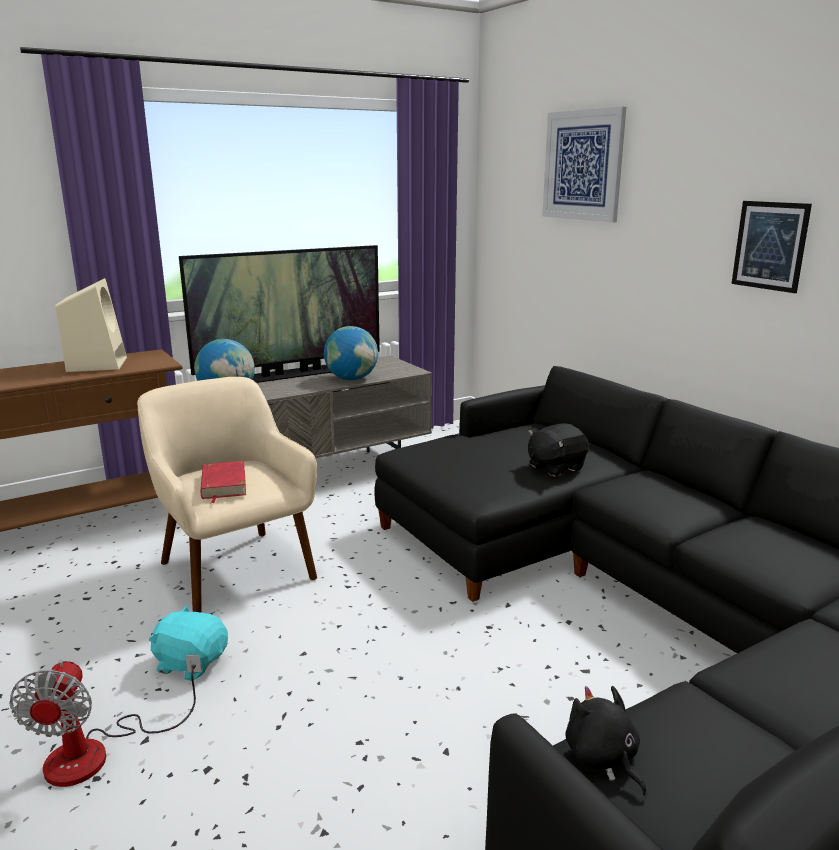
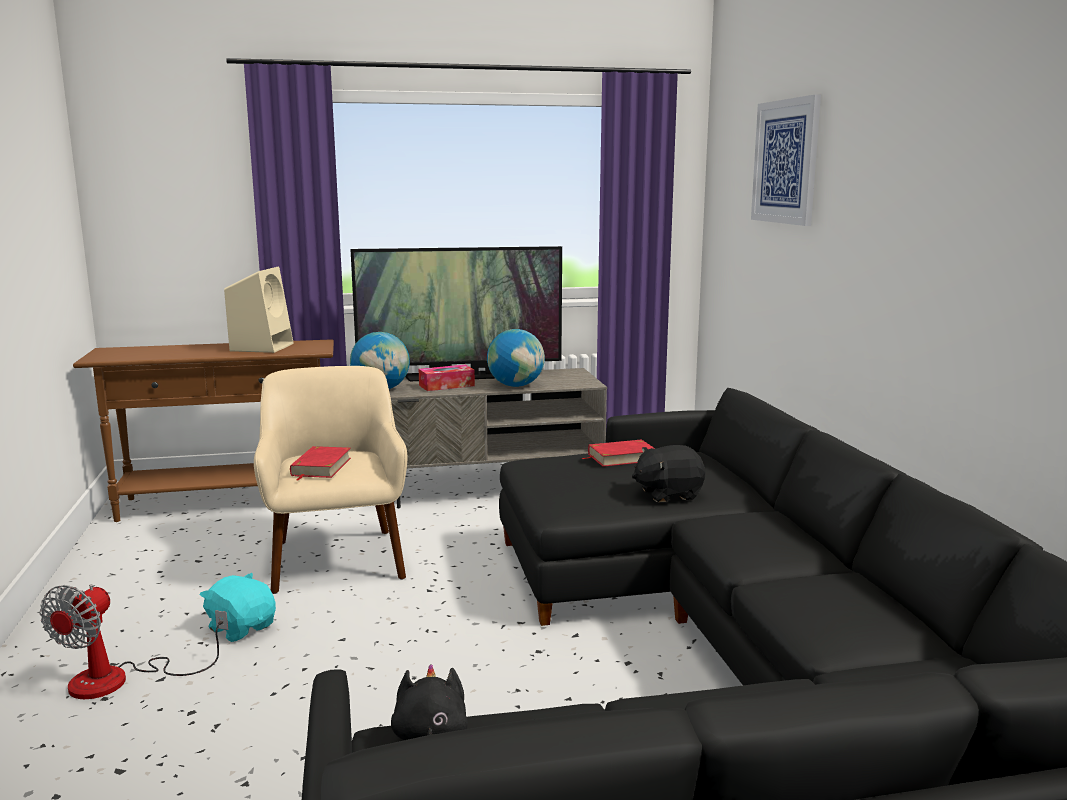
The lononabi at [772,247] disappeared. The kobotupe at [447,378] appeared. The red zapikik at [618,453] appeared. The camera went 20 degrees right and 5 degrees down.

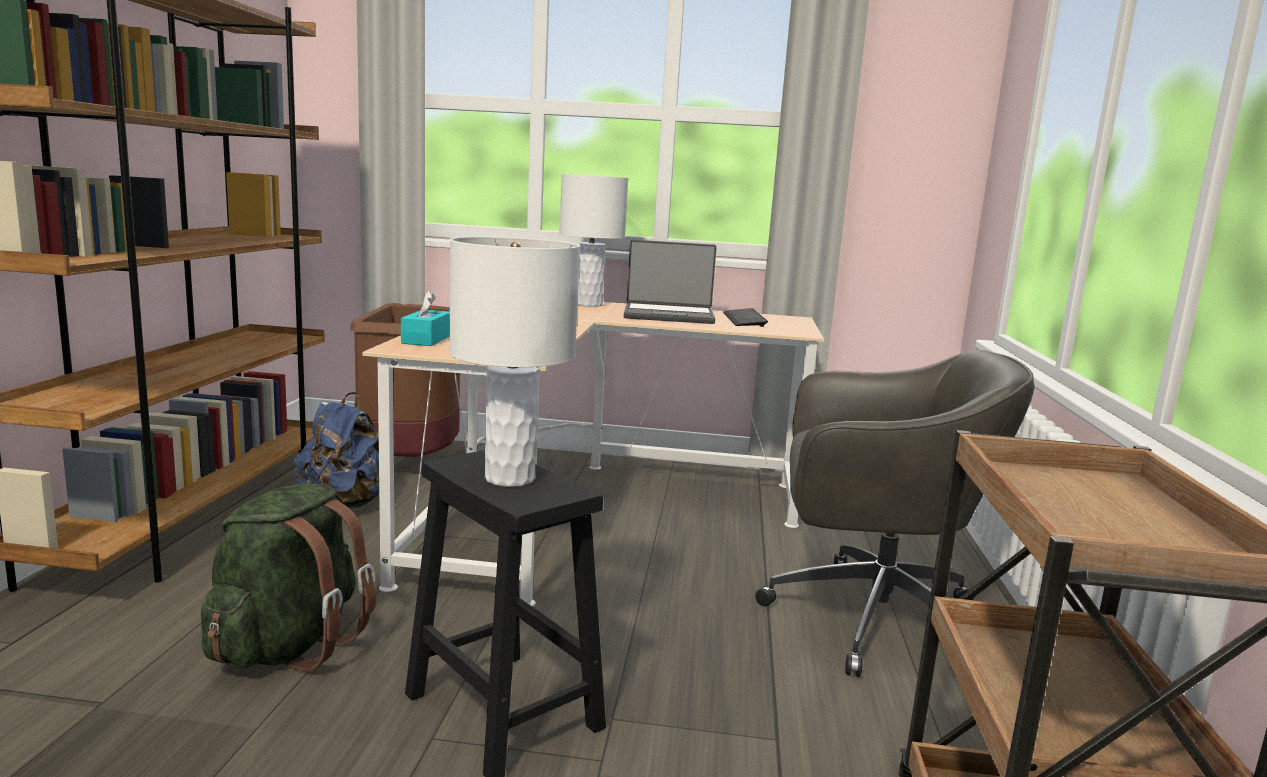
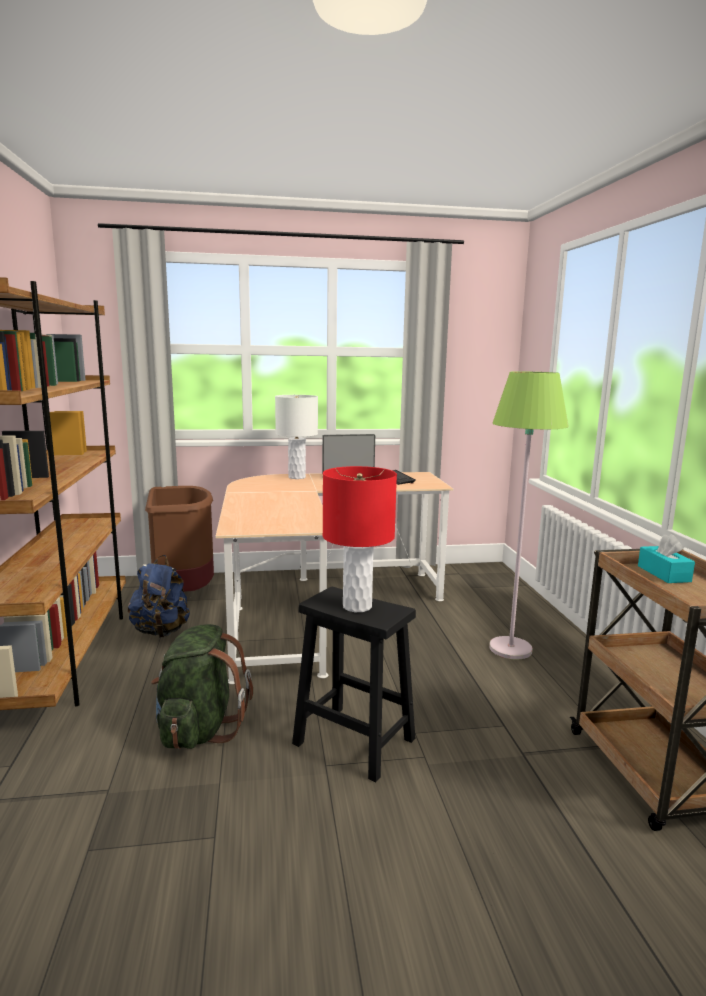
The turquoise kobotupe moved from [425,318] to [666,558]. The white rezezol at [514,362] became the red rezezol at [360,539]. The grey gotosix at [895,513] was replaced by the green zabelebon at [529,515]. The camera went 15 degrees left and 0 degrees up.

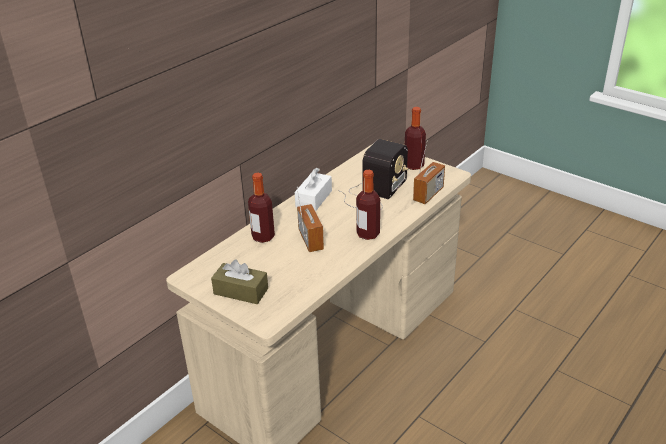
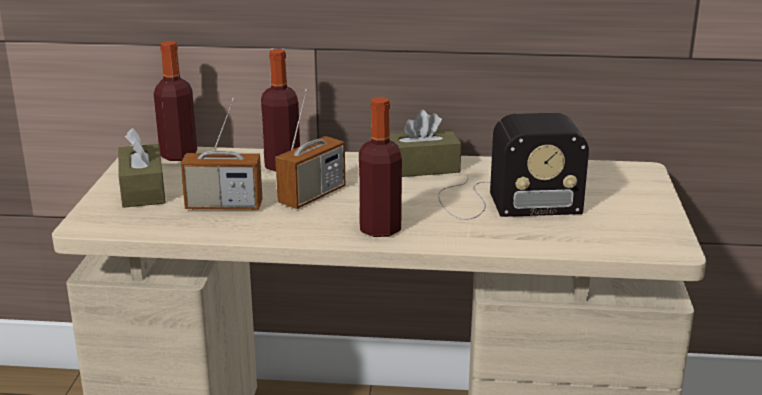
The white kobotupe at [313,190] became the brown kobotupe at [425,143]. The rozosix moved from [415,138] to [175,101]. The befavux moved from [429,172] to [221,154]. The camera went 55 degrees right and 10 degrees down.

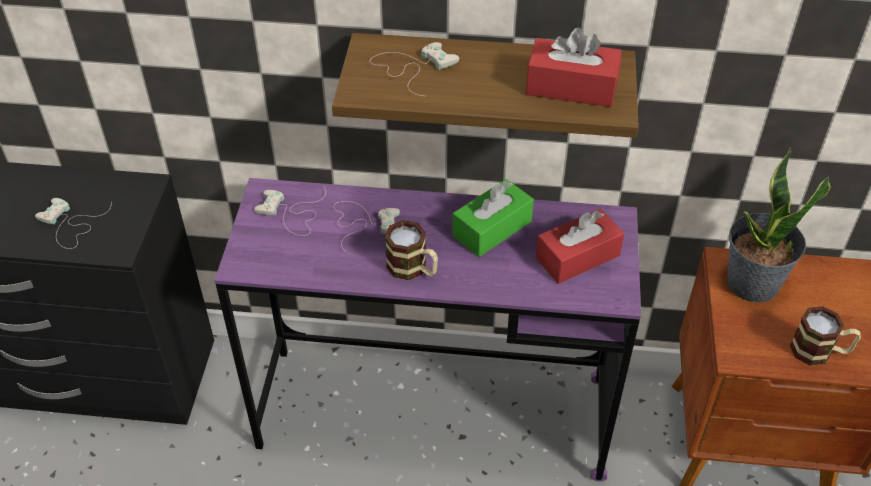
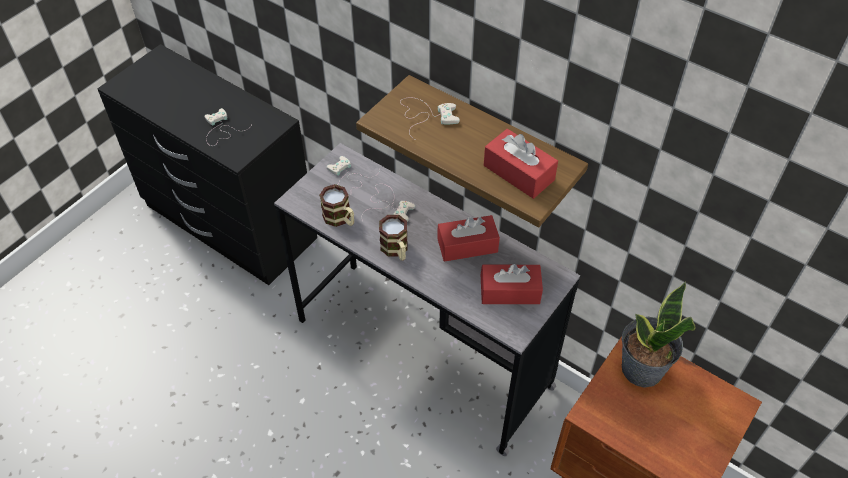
The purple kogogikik at [427,329] became the grey kogogikik at [427,299]. The green kobotupe at [493,218] became the red kobotupe at [468,238]. The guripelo moved from [825,336] to [336,205]. The camera went 30 degrees right and 5 degrees up.

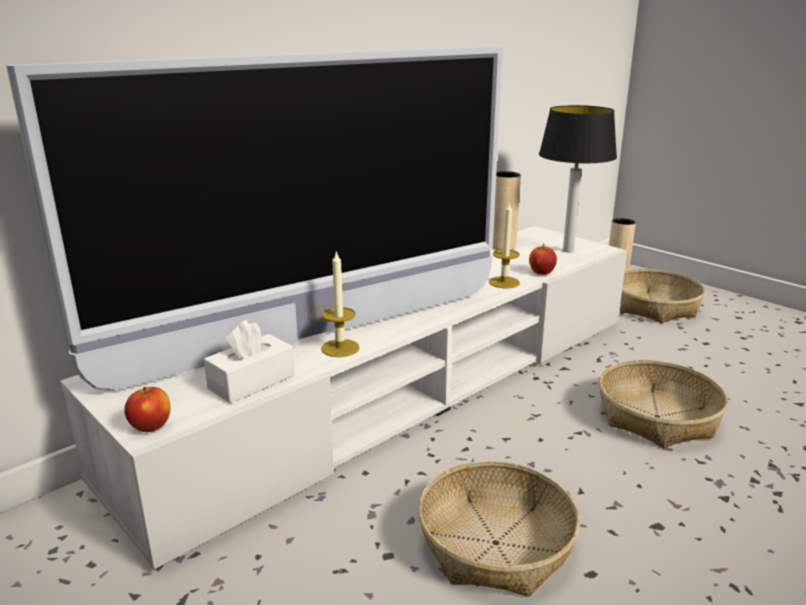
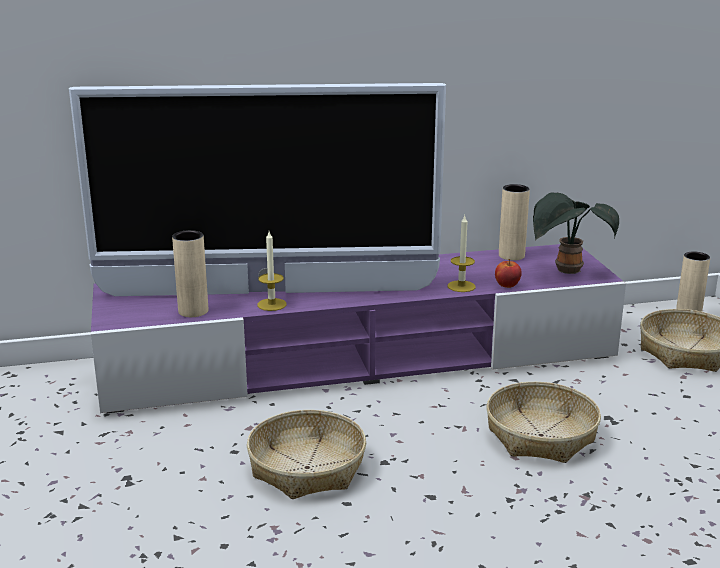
The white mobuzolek at [343,397] became the purple mobuzolek at [358,328]. The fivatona at [147,409] disappeared. The white kobotupe at [249,362] was replaced by the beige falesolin at [190,273]. The rezezol at [578,179] was replaced by the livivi at [576,233]. The camera went 30 degrees right and 0 degrees up.

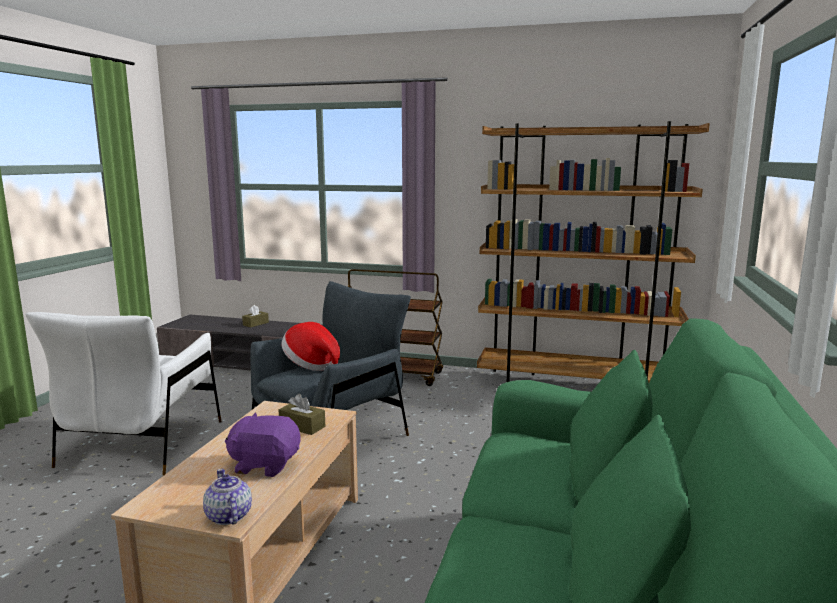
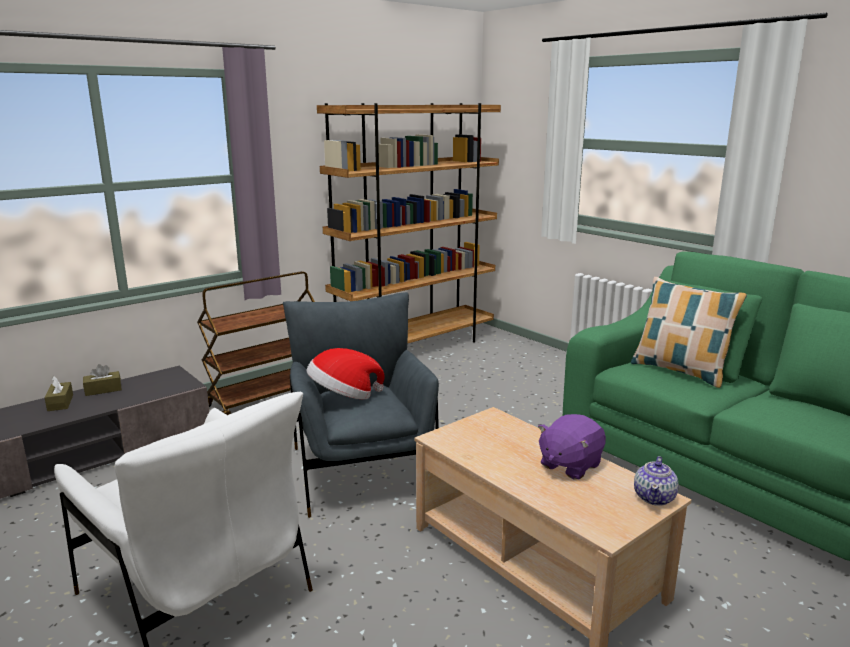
The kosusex at [227,497] turned 75 degrees counterclockwise. The brown kobotupe moved from [302,414] to [102,380]. The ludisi at [689,332] appeared. The camera went 55 degrees left and 5 degrees up.

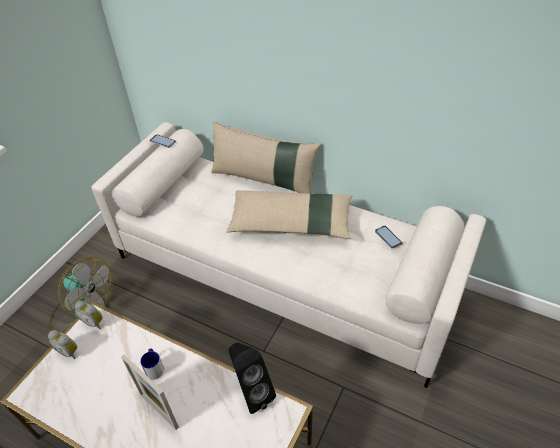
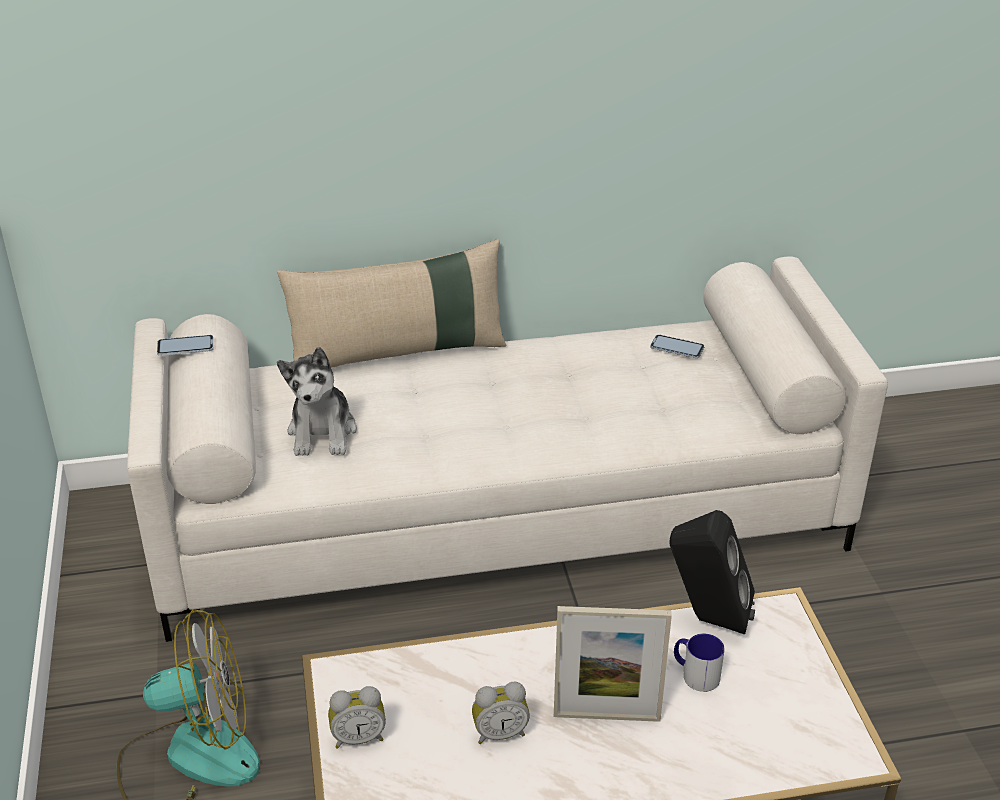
The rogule moved from [89,315] to [501,713]. The guripelo moved from [152,364] to [699,663]. The beige ludisi at [289,214] disappeared. The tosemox at [317,401] appeared. The camera went 40 degrees left and 10 degrees down.

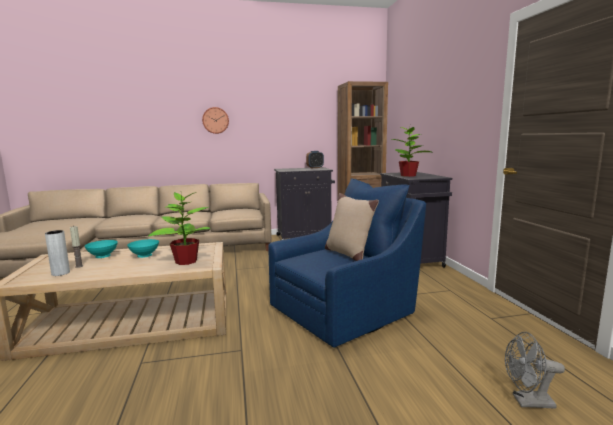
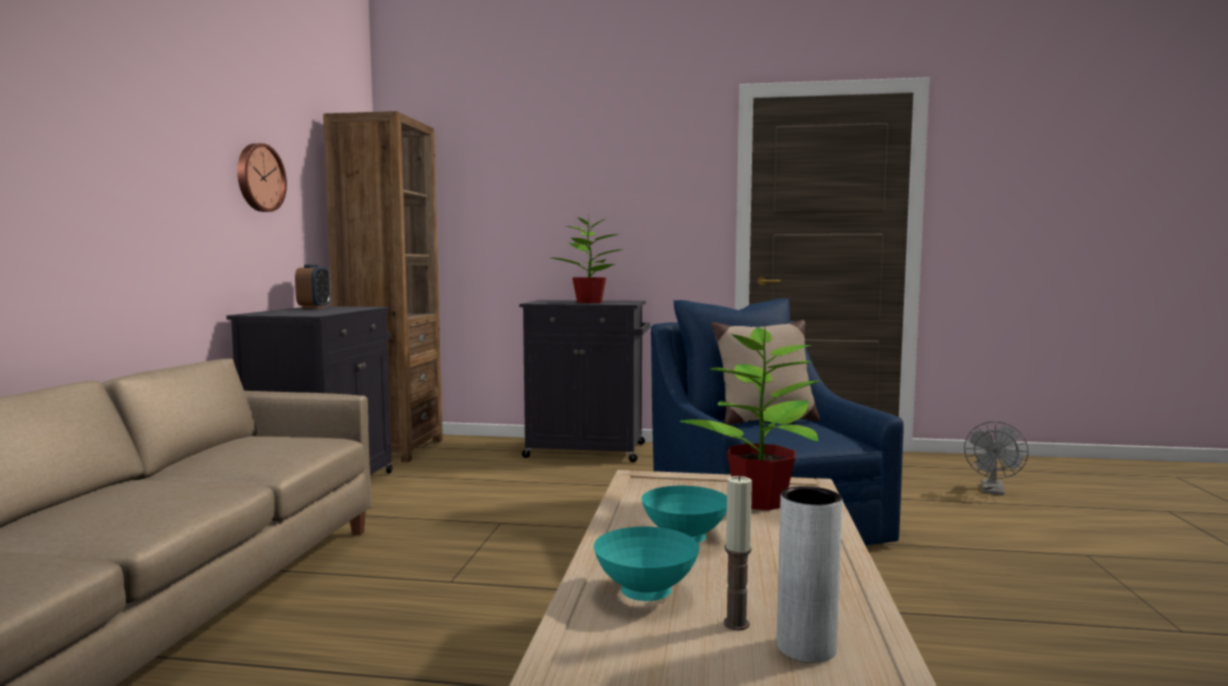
The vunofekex moved from [215,120] to [262,177]. The camera went 70 degrees left and 5 degrees down.

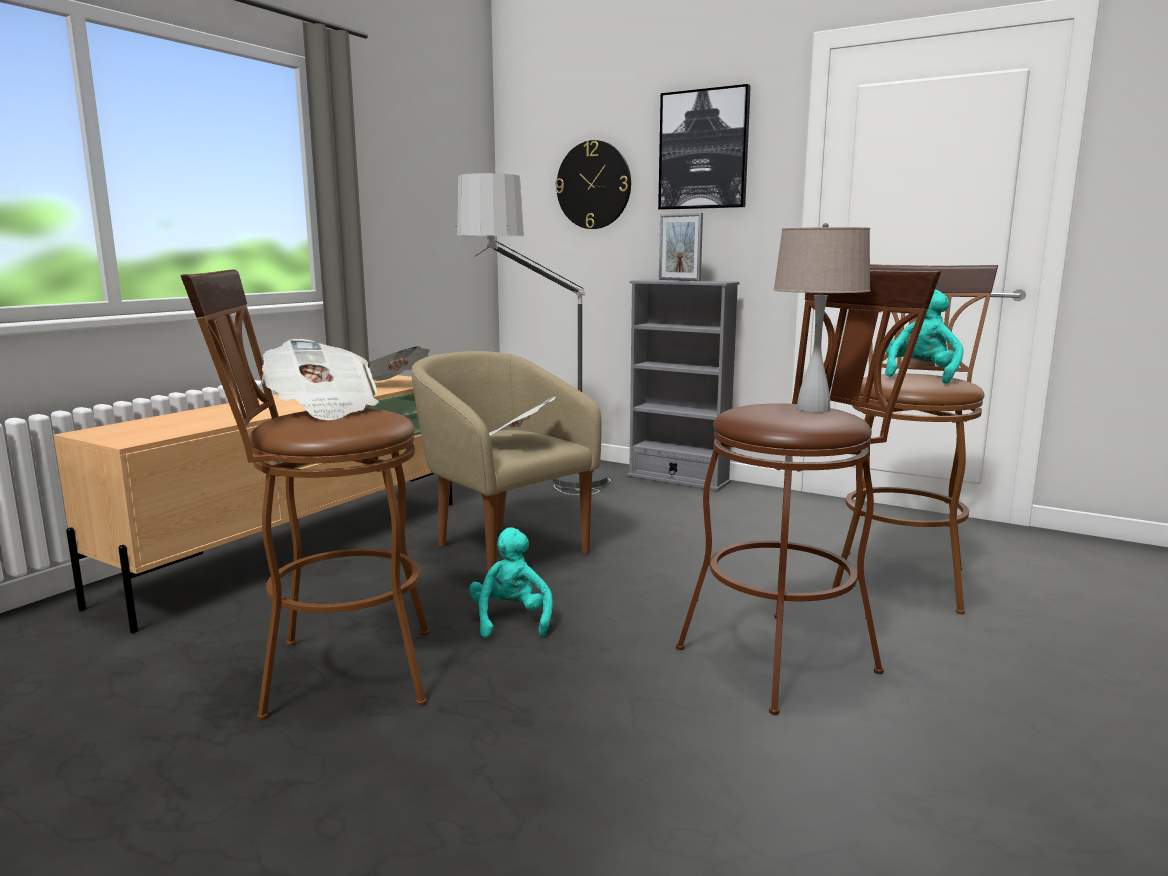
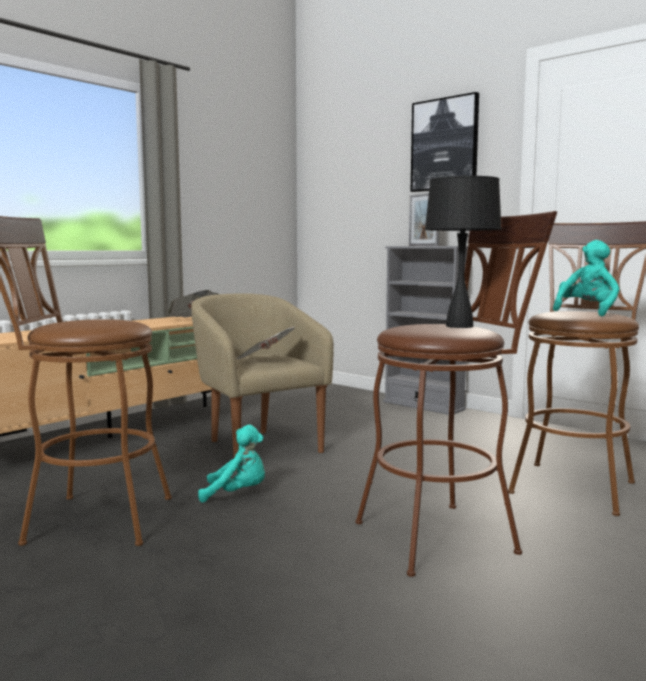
The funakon at [320,379] disappeared. The zabelebon at [532,334] disappeared. The turquoise tosemox at [511,582] turned 90 degrees clockwise. The vunofekex at [593,184] disappeared. The beige rezezol at [822,317] became the black rezezol at [463,251]. The camera went 10 degrees right and 5 degrees down.

